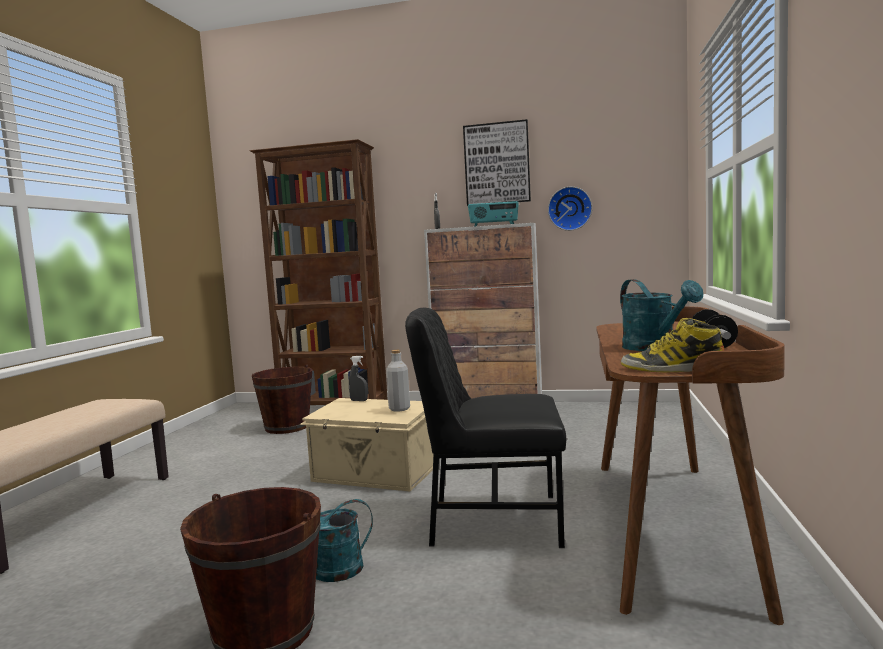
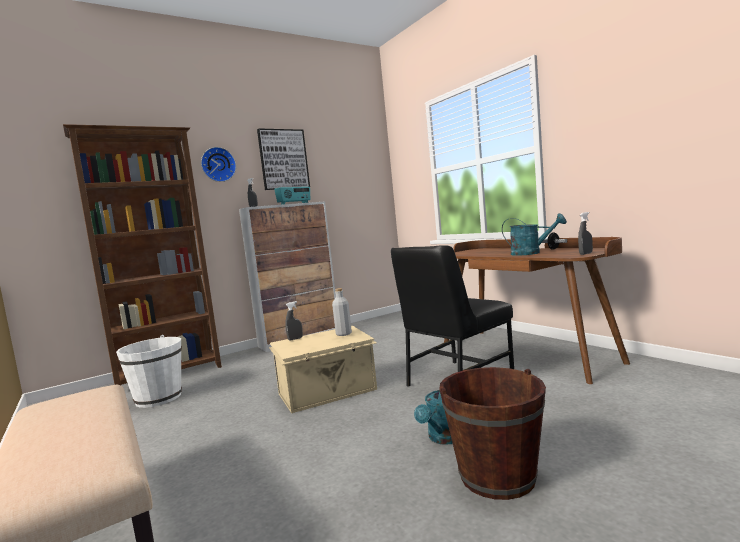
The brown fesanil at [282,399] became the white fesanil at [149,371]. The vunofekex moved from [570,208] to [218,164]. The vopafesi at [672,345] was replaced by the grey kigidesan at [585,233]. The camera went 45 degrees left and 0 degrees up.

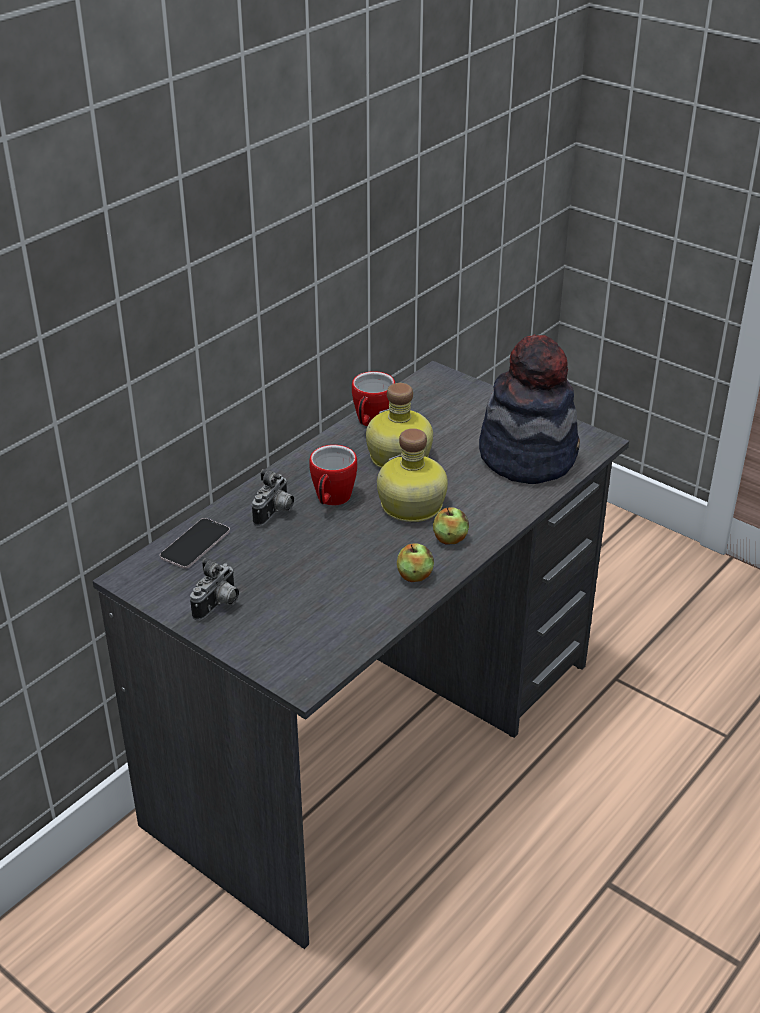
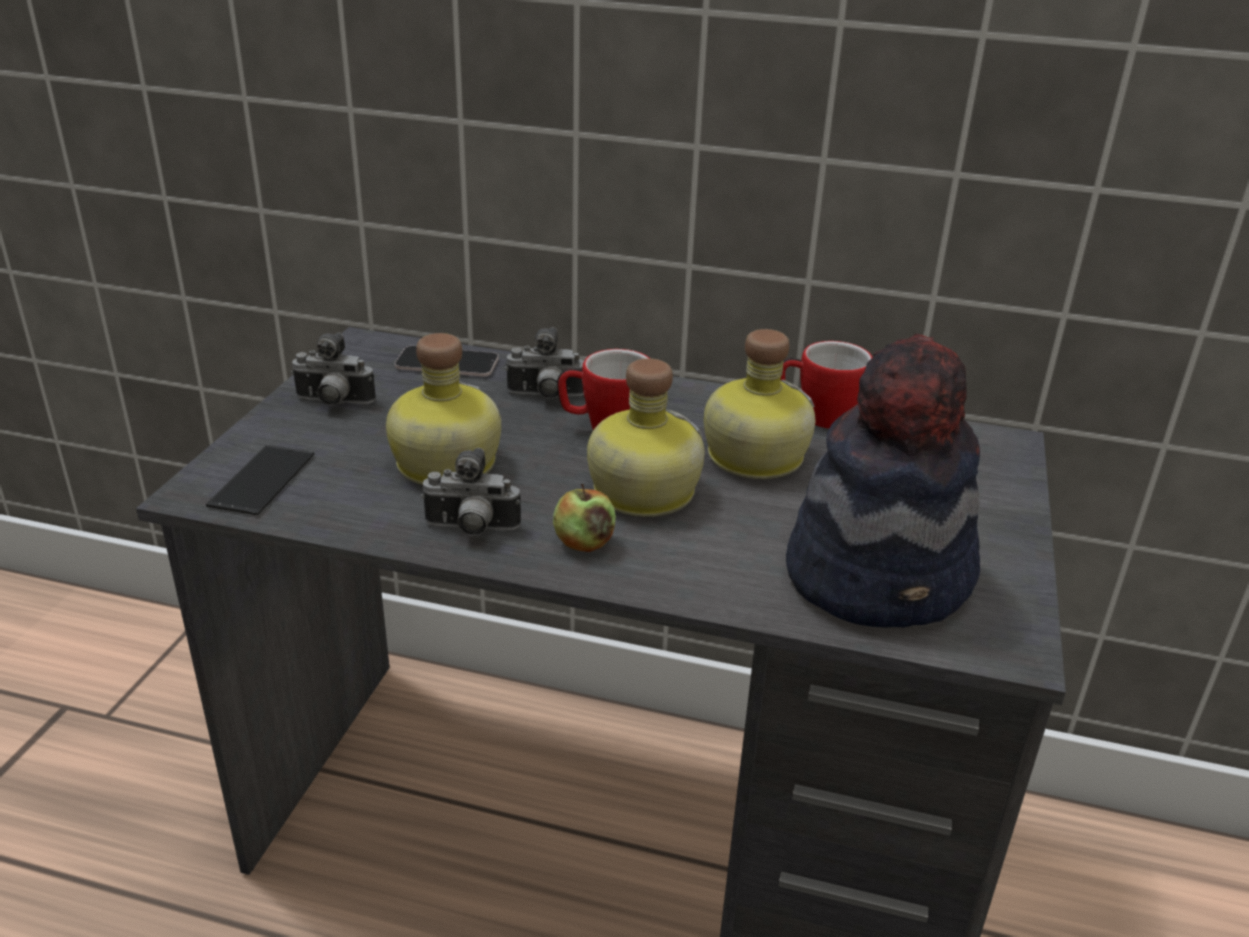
The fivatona at [415,562] was replaced by the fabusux at [471,492]. The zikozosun at [260,480] appeared. The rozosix at [443,409] appeared. The camera went 65 degrees right and 5 degrees down.

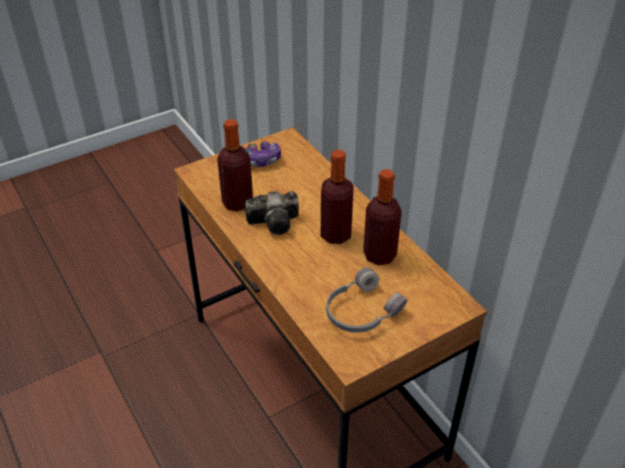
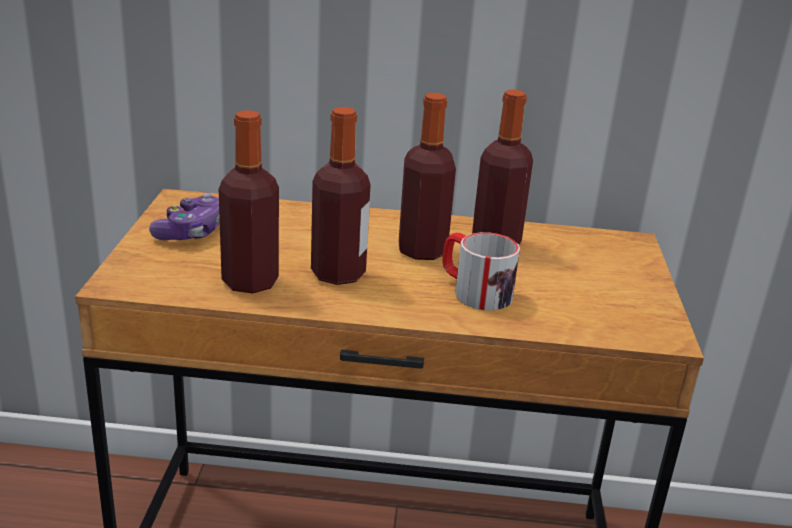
The fabusux at [272,213] was replaced by the rozosix at [341,196]. The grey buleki at [366,300] disappeared. The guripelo at [481,271] appeared. The camera went 55 degrees left and 15 degrees down.

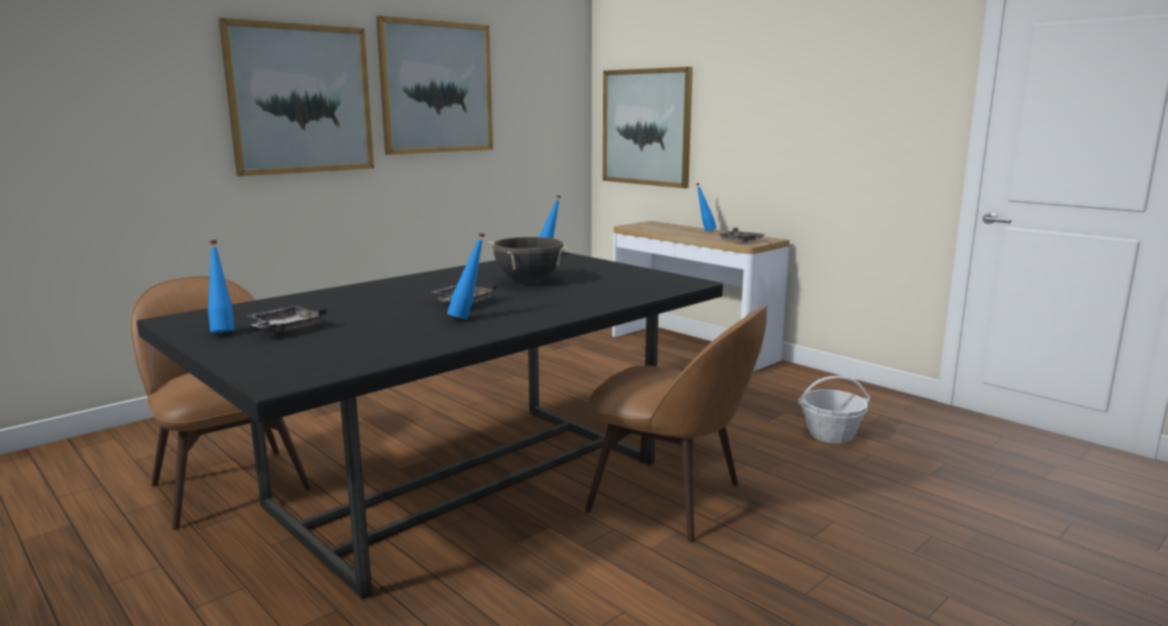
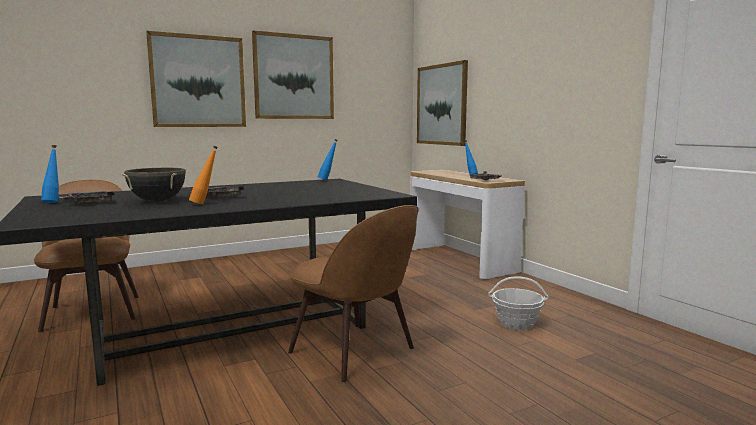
The blue rozosix at [466,276] became the orange rozosix at [203,175]. The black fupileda moved from [529,259] to [153,185]. The camera went 15 degrees right and 5 degrees down.

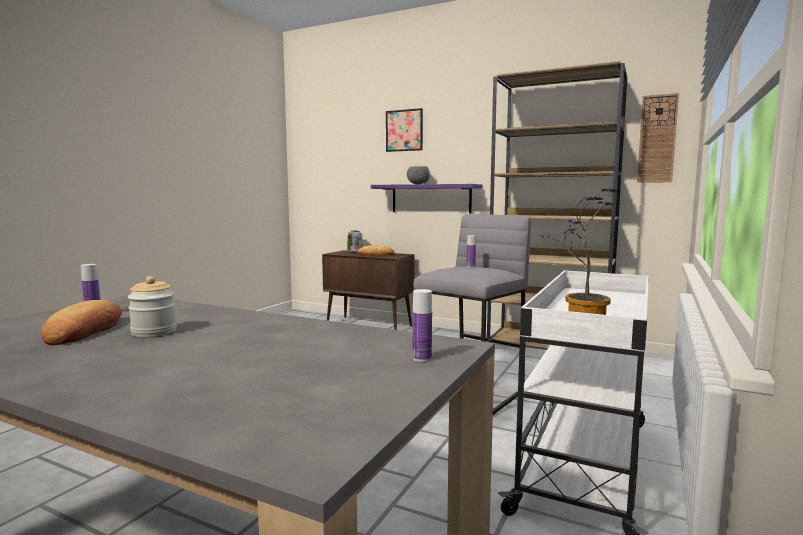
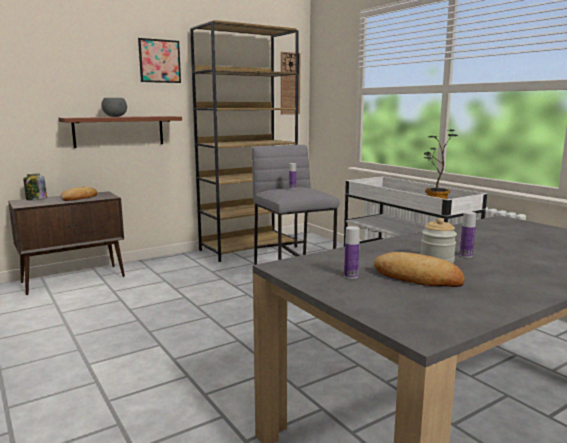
The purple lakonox at [426,198] became the brown lakonox at [120,132]. The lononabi moved from [404,130] to [159,60]. The rozosix moved from [422,325] to [468,235]. The camera went 60 degrees left and 5 degrees up.

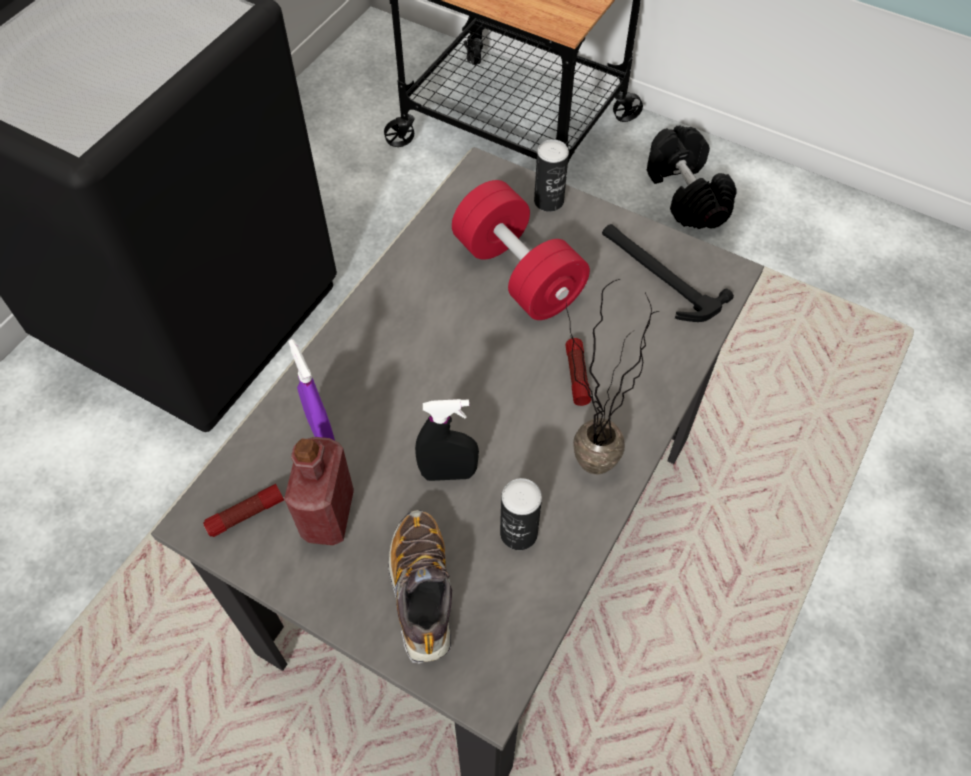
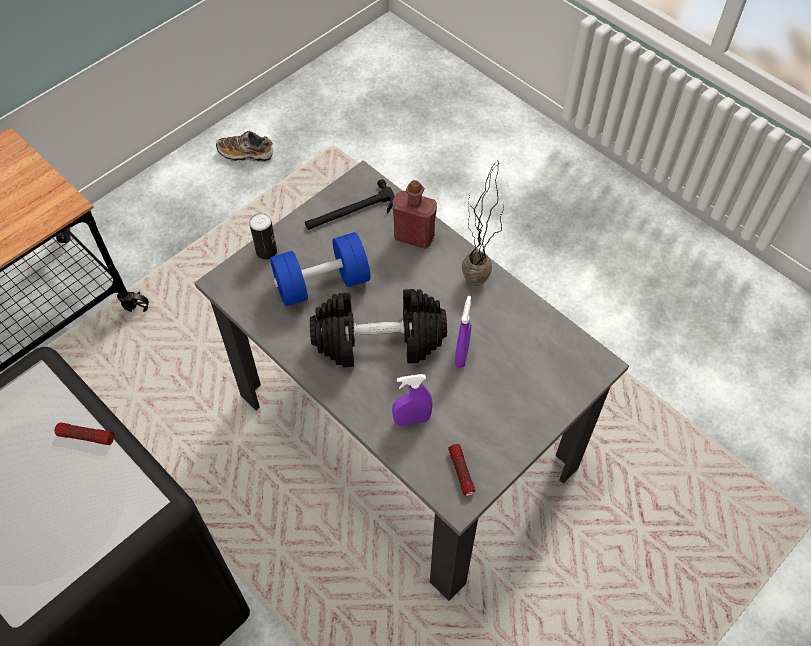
The red rozosix moved from [319,491] to [414,214]. The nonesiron moved from [420,587] to [244,146]. The black kigidesan at [447,440] became the purple kigidesan at [463,332]. The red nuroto at [521,250] became the blue nuroto at [320,269]. The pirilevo at [521,514] disappeared. The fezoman moved from [578,372] to [84,433]. The black nuroto moved from [692,177] to [378,328]. The camera went 75 degrees left and 0 degrees up.

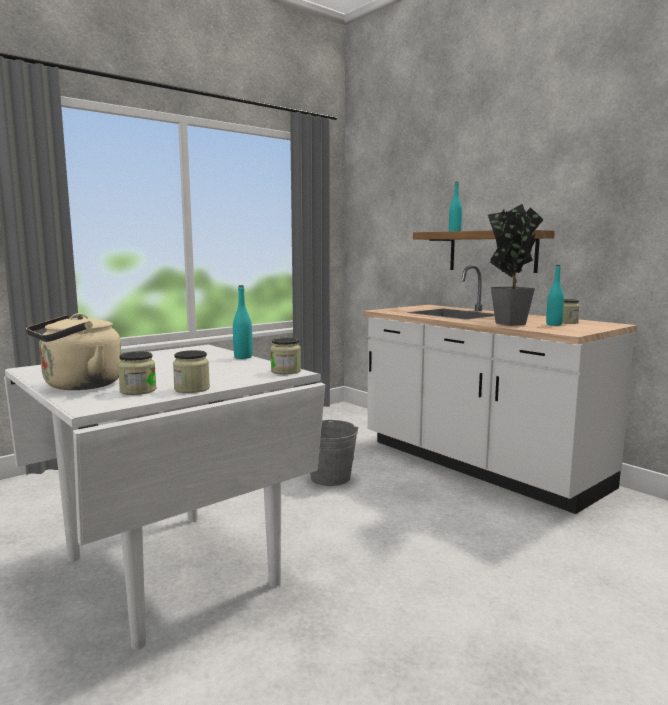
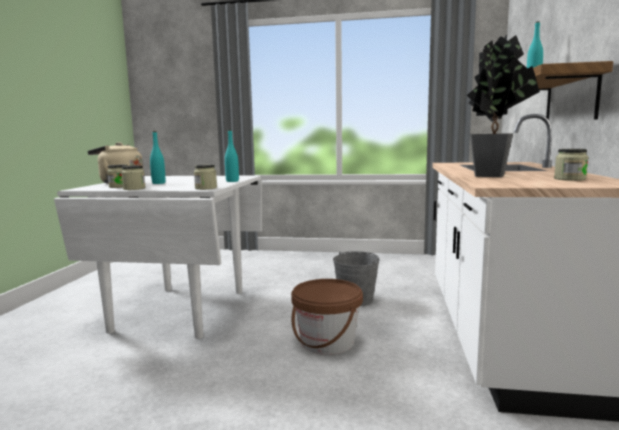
The turquoise rozosix moved from [555,295] to [157,157]. The brown fesanil at [327,317] appeared. The camera went 50 degrees right and 0 degrees up.

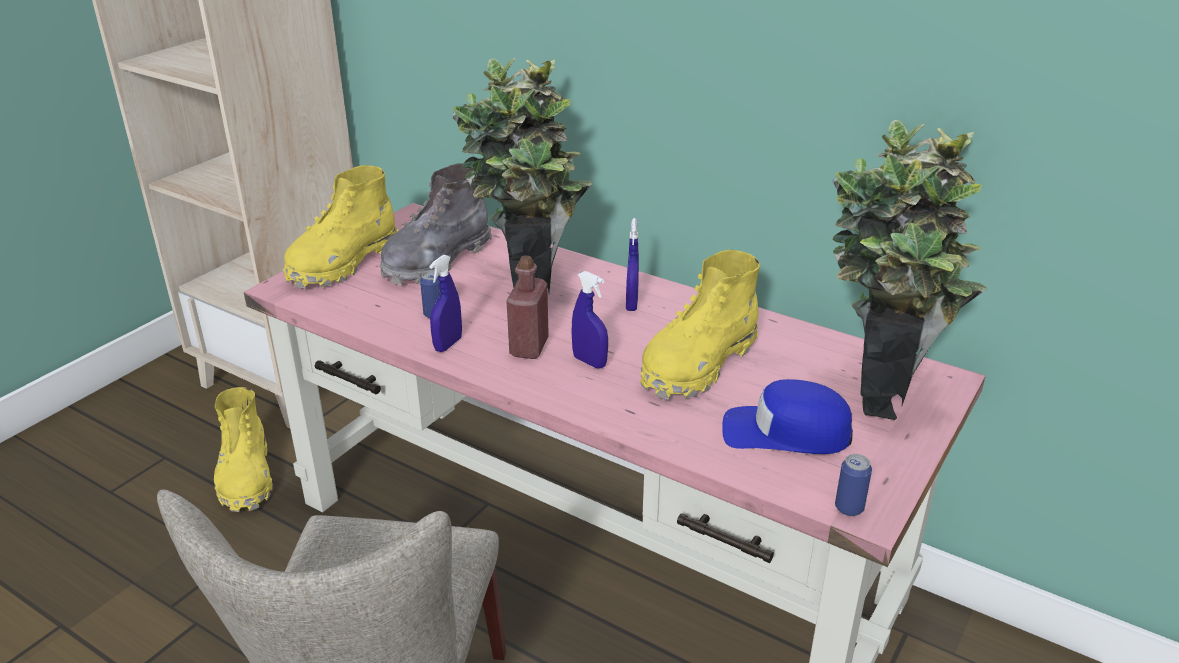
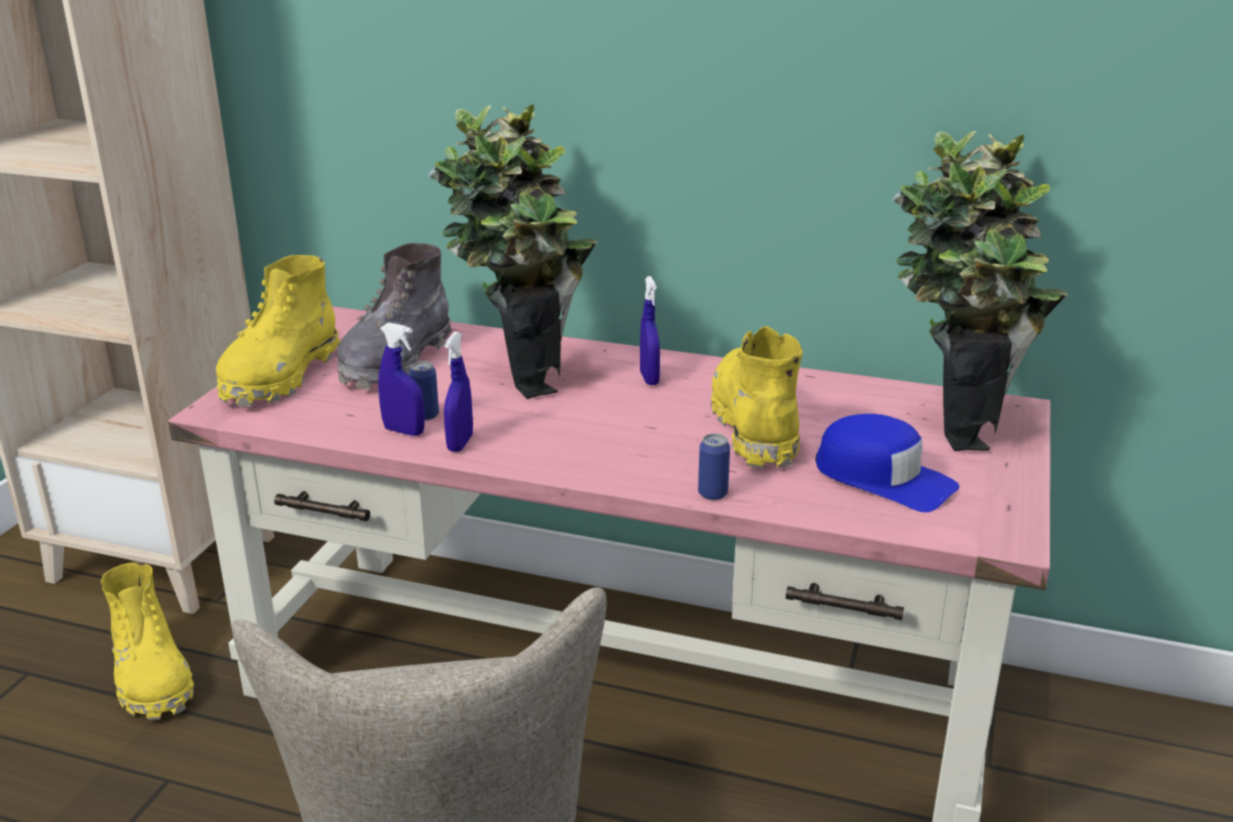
The red rozosix at [527,307] disappeared. The blue kigidesan moved from [590,320] to [401,379]. The yellow vopafesi at [700,325] turned 150 degrees clockwise. The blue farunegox at [787,416] turned 135 degrees counterclockwise. The pirilevo moved from [853,485] to [714,466]. The camera went 15 degrees left and 5 degrees down.

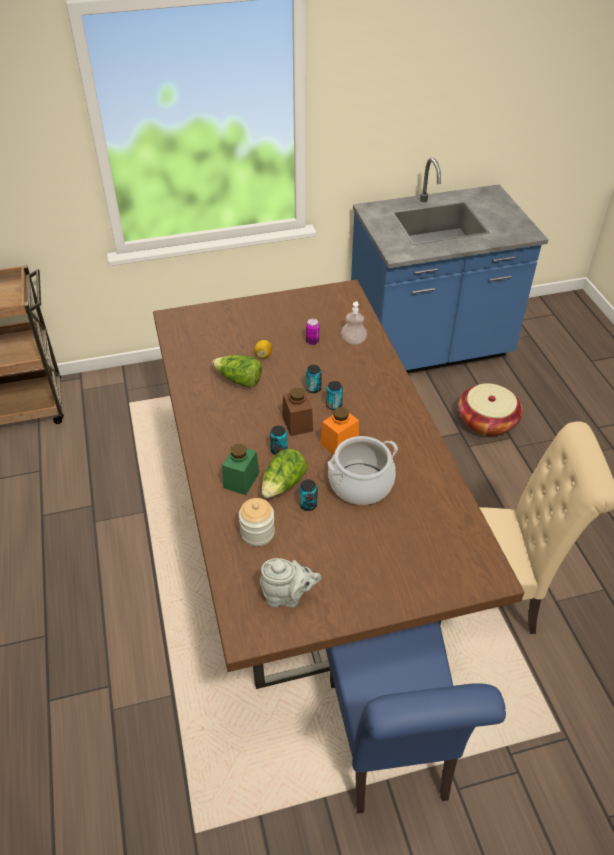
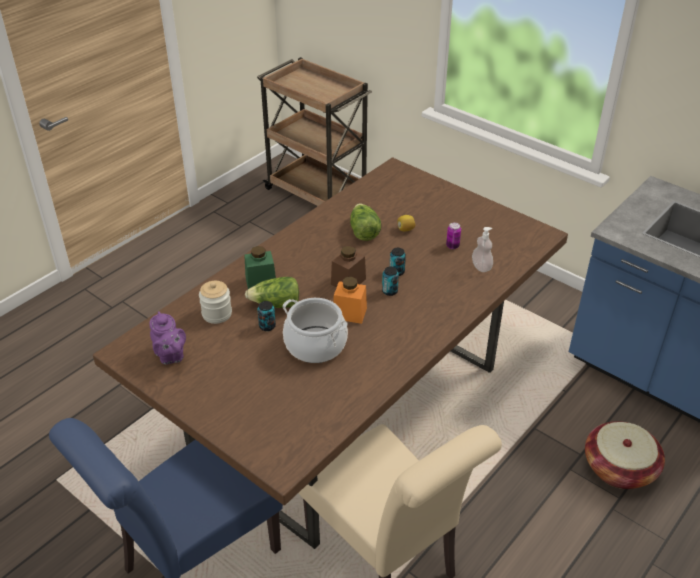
The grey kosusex at [291,583] became the purple kosusex at [167,338]. The pirilevo at [278,440] disappeared. The camera went 55 degrees right and 5 degrees down.

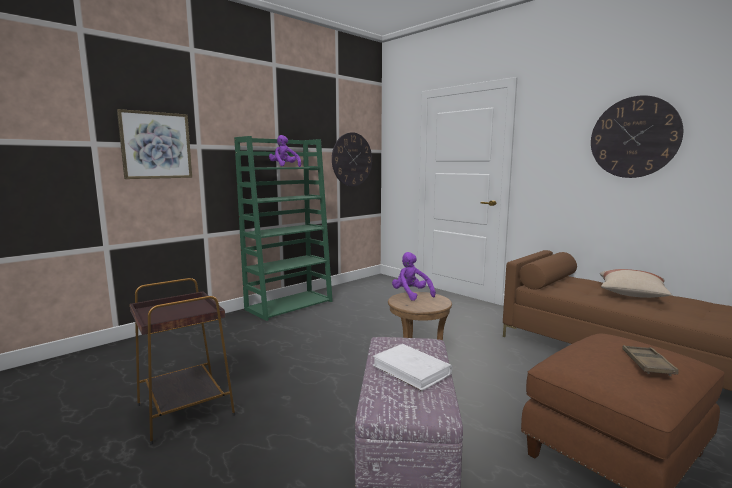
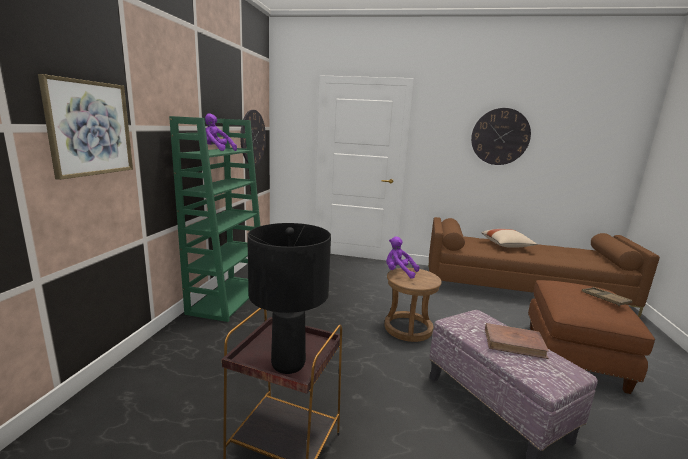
The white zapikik at [412,367] became the brown zapikik at [517,341]. The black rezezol at [289,298] appeared. The camera went 35 degrees left and 5 degrees up.

